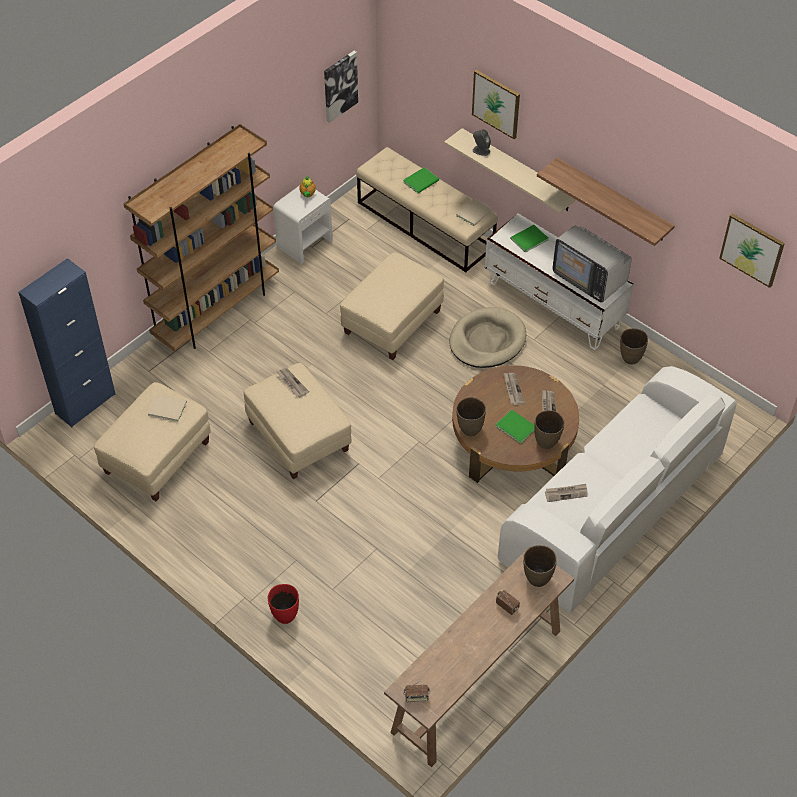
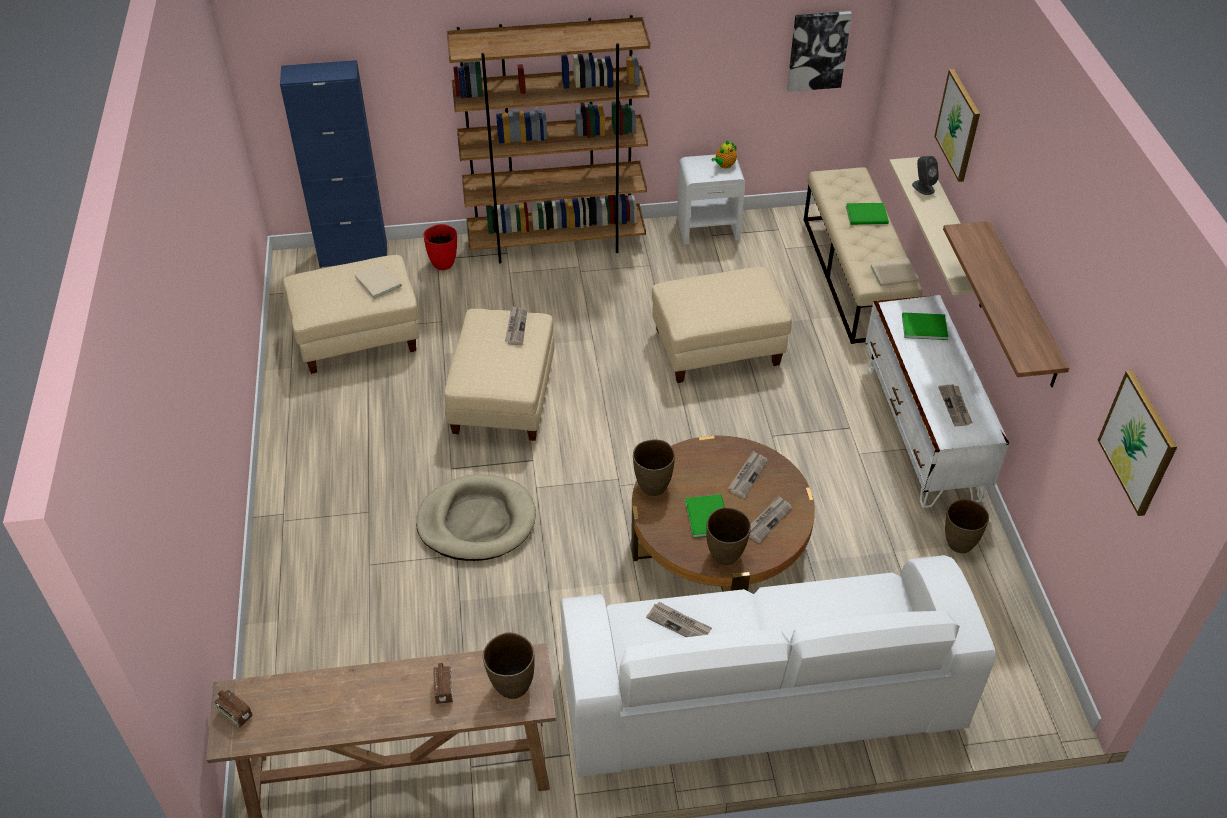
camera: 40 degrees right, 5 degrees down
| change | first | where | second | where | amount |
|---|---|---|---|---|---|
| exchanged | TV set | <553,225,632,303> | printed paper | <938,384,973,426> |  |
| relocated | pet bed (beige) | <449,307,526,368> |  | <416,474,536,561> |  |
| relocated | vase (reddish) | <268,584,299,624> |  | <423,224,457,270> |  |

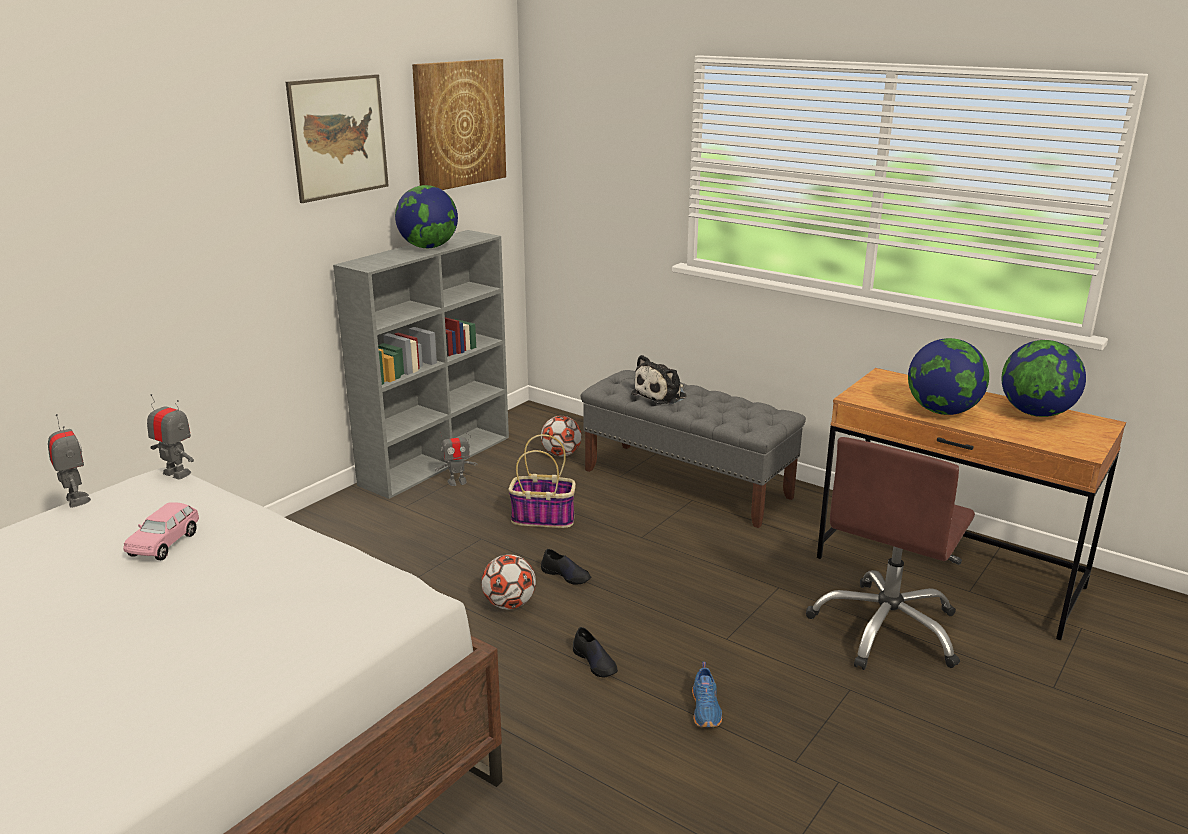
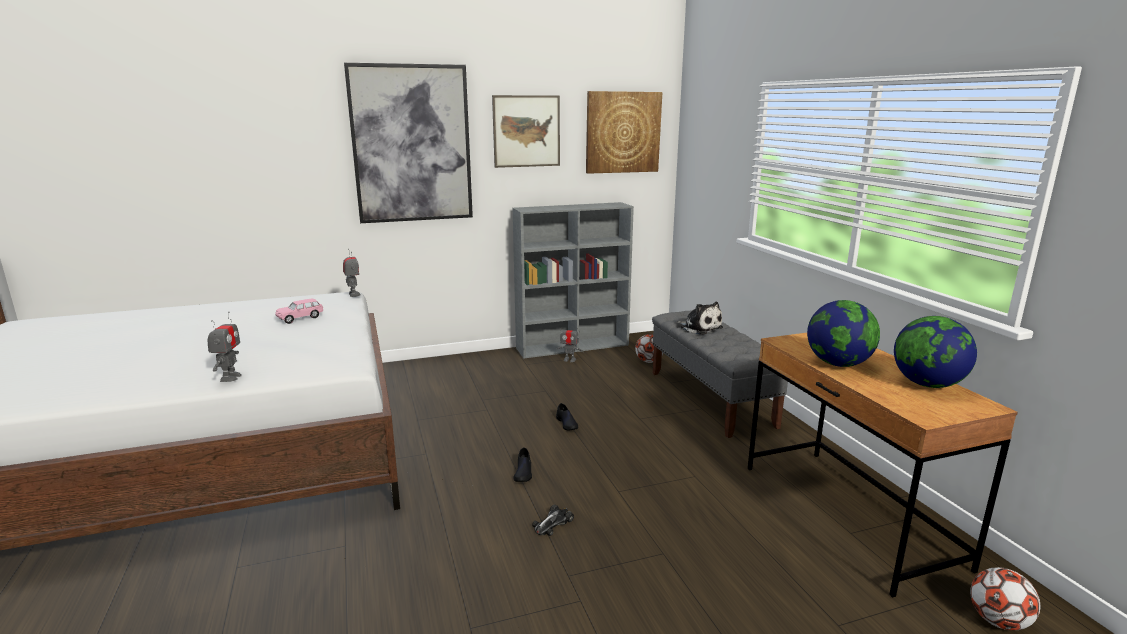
camera: 35 degrees right, 5 degrees down
| change | first | where | second | where | amount |
|---|---|---|---|---|---|
| missing | globe | <395,185,458,248> |  |  |  |
| spun | soft toy | <631,355,687,405> |  | <677,302,723,335> | 120 degrees counterclockwise |
| relocated | toy robot | <48,414,91,508> |  | <208,311,242,382> |  |
| missing | storage basket | <508,434,576,528> |  |  |  |
| missing | desk chair (brownish) | <806,437,975,670> |  |  |  |
| relocated | football ball | <481,554,536,609> |  | <970,567,1041,630> |  |
| exchanged | low shoe (blue-coloured) | <692,662,722,727> | model car | <532,505,574,536> |  |
| appeared |  |  | picture | <344,63,473,223> |  |

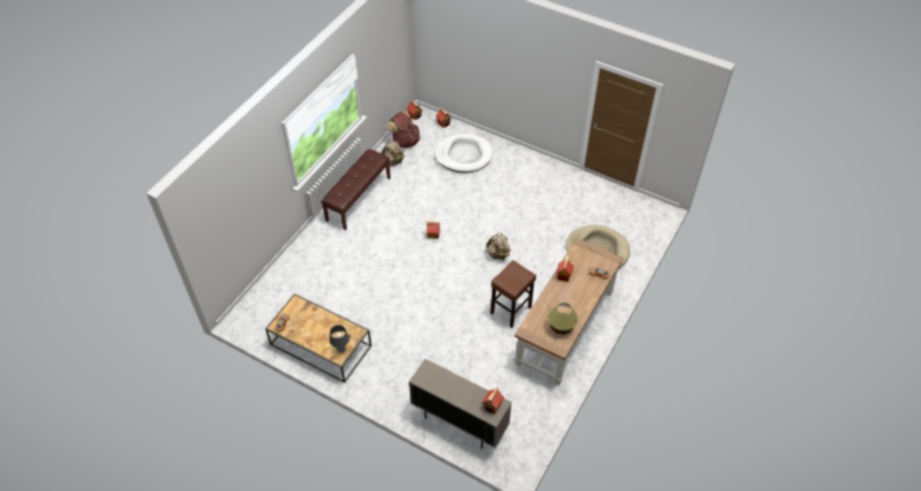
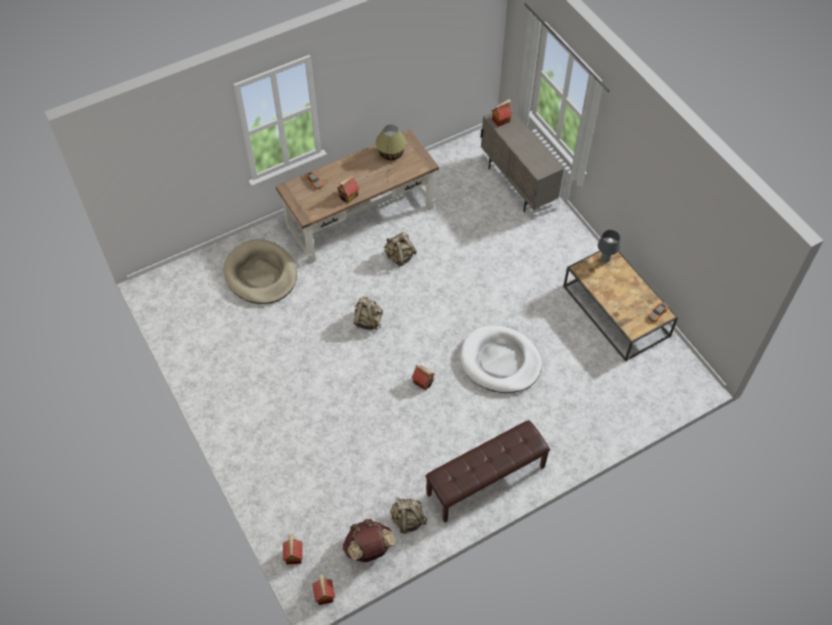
camera: 150 degrees left, 5 degrees up
| change | first | where | second | where | amount |
|---|---|---|---|---|---|
| relocated | pet bed (white) | <434,133,493,173> |  | <460,325,542,393> |  |
| exchanged | sitting stool (brownish) | <490,260,536,328> | backpack (beige) | <384,232,417,266> |  |

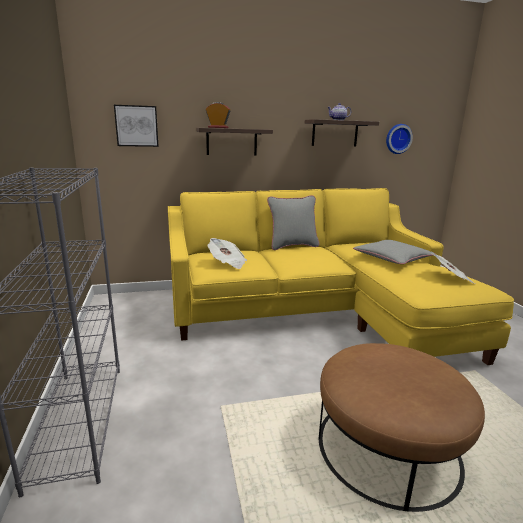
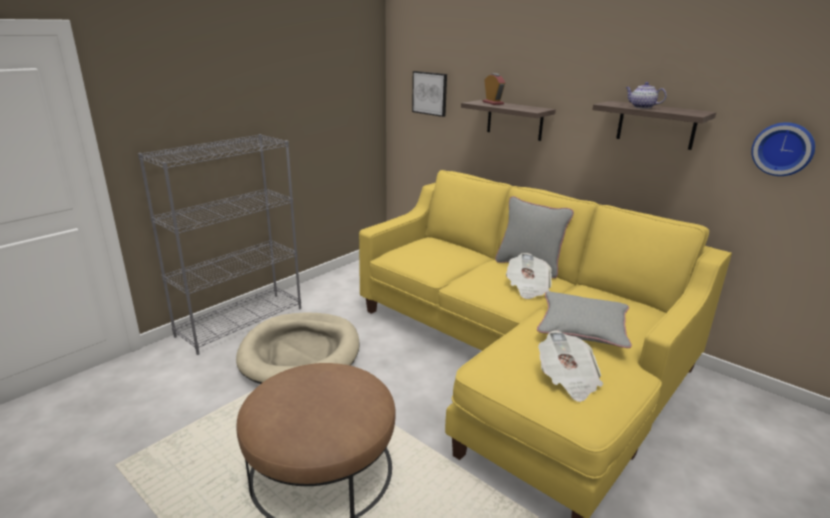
camera: 55 degrees right, 5 degrees up
| change | first | where | second | where | amount |
|---|---|---|---|---|---|
| relocated | printed paper | <207,238,247,269> |  | <506,253,552,299> |  |
| appeared |  |  | pet bed (beige) | <236,312,360,384> |  |

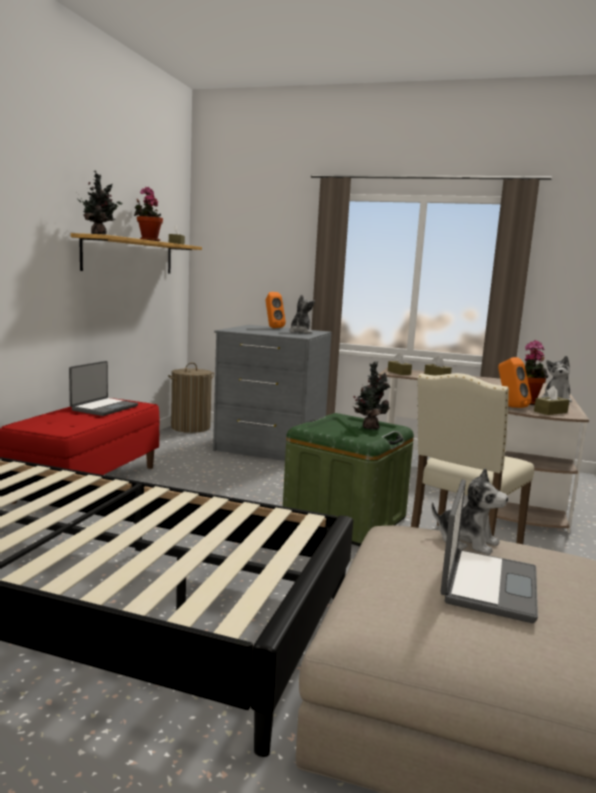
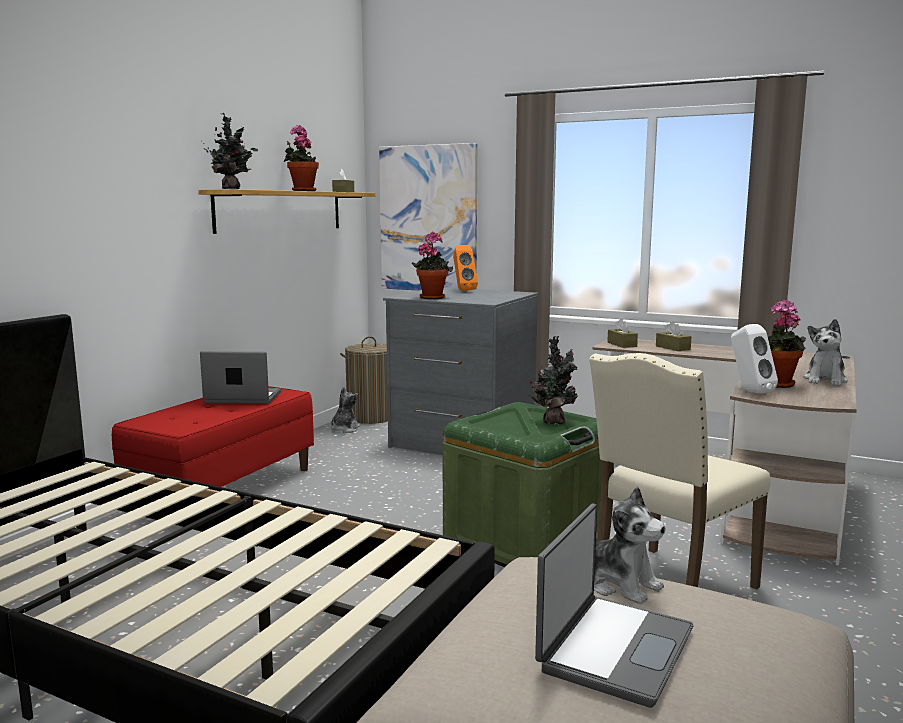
camera: 10 degrees right, 0 degrees up
| change | first | where | second | where | amount |
|---|---|---|---|---|---|
| relocated | soft toy | <289,294,315,333> |  | <330,387,360,433> |  |
| colour | loudspeaker (orange) | <498,357,532,408> | loudspeaker (white) | <731,324,778,393> |  |
| spun | notebook computer | <69,361,138,416> |  | <200,351,281,404> | 120 degrees counterclockwise |
| missing | tissue holder (brownish) | <534,386,569,415> |  |  |  |
| appeared |  |  | picture | <379,143,477,291> |  |
| appeared |  |  | potted plant | <412,232,453,299> |  |

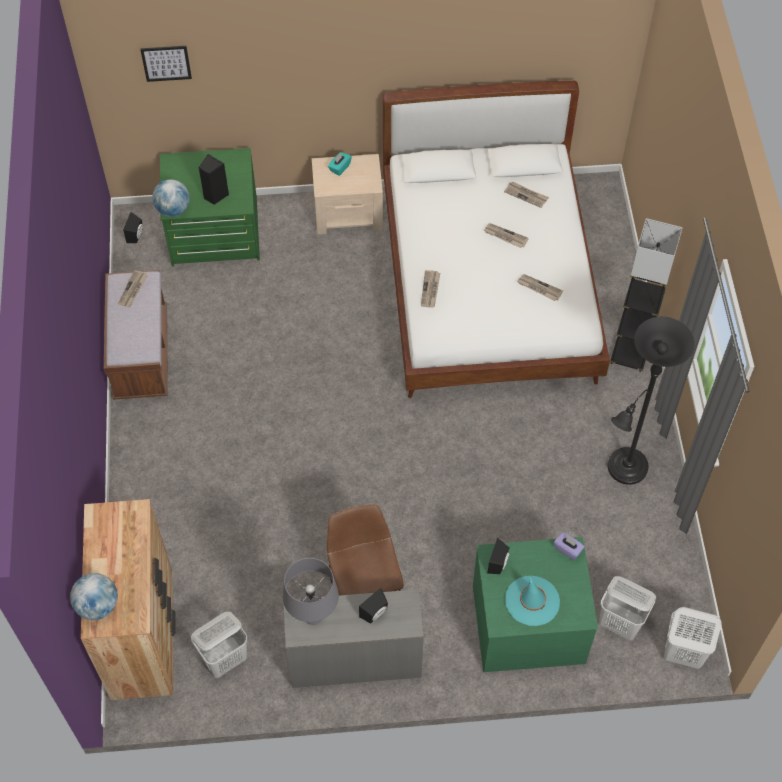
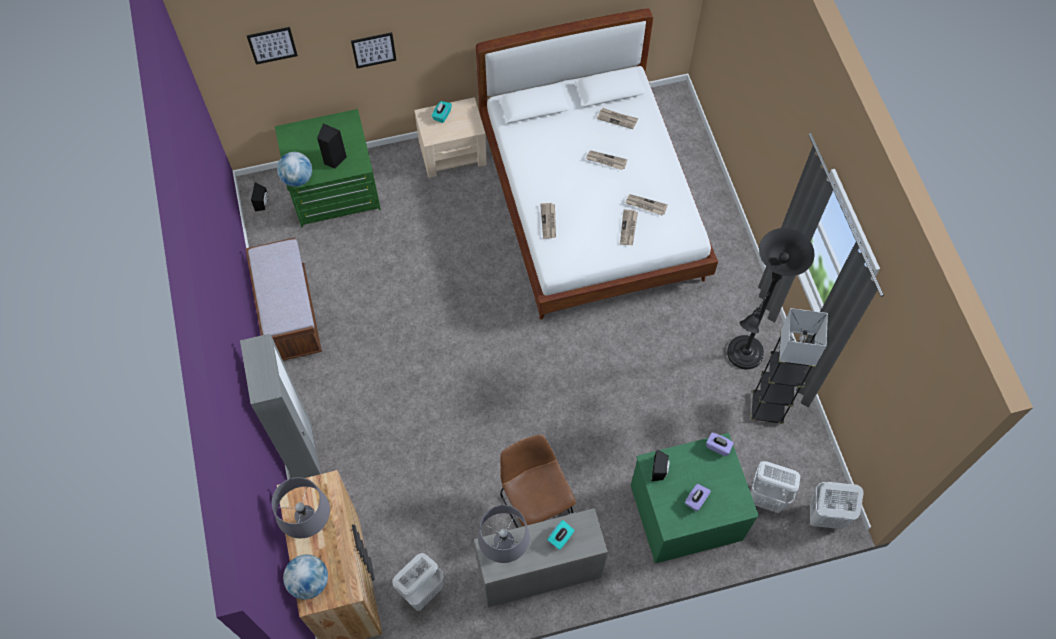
camera: 10 degrees left, 5 degrees up
| change | first | where | second | where | amount |
|---|---|---|---|---|---|
| relocated | standard lamp (black) | <610,218,683,372> |  | <751,308,828,424> |  |
| relocated | printed paper | <118,270,148,307> |  | <620,209,638,245> |  |
| exchanged | wearable hat (turquoise-coloured) | <505,576,560,626> | tissue holder (purple) | <685,484,711,511> |  |
| exchanged | loudspeaker (black) | <359,588,388,624> | tissue holder (turquoise-coloured) | <547,520,575,550> |  |
| appeared |  |  | picture | <351,32,397,69> |  |
| appeared |  |  | wardrobe (gray) | <240,334,321,478> |  |
| appeared |  |  | lamp for a table (gray) | <272,477,330,538> |  |

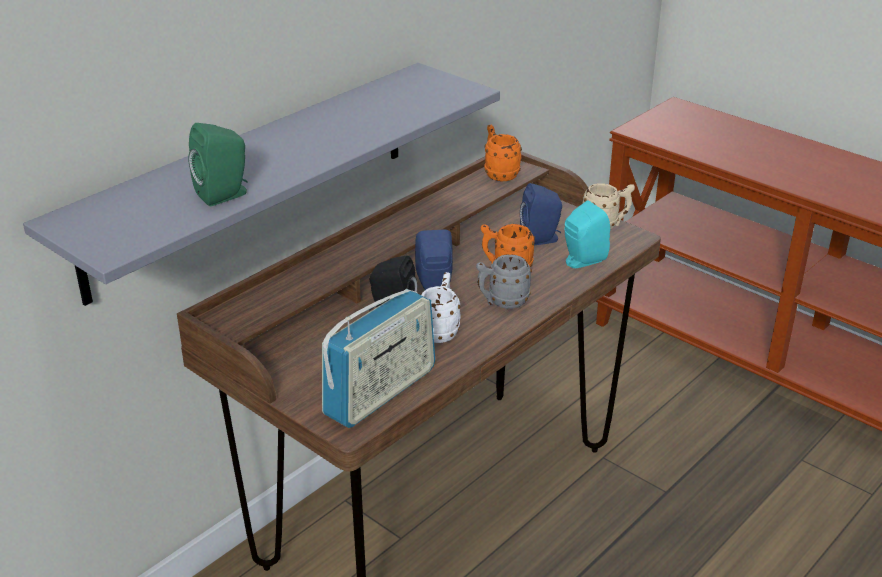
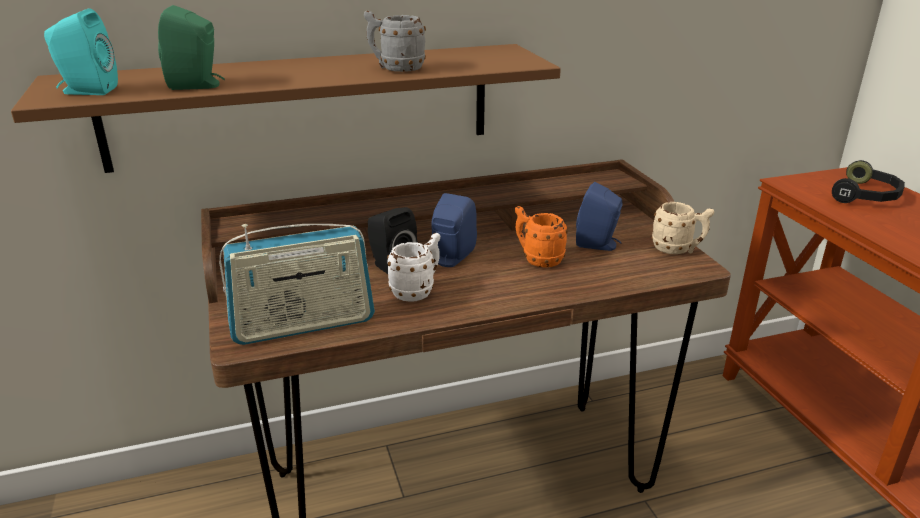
camera: 30 degrees right, 5 degrees down
| change | first | where | second | where | amount |
|---|---|---|---|---|---|
| colour | shelf (gray) | <23,63,500,306> | shelf (brownish) | <11,44,561,173> |  |
| missing | coffee mug (orange) | <484,125,522,181> |  |  |  |
| relocated | loudspeaker (turquoise-coloured) | <565,200,610,268> |  | <44,8,118,95> |  |
| relocated | coffee mug (gray) | <476,254,532,309> |  | <364,11,426,72> |  |
| appeared |  |  | headset (black) | <832,160,905,203> |  |

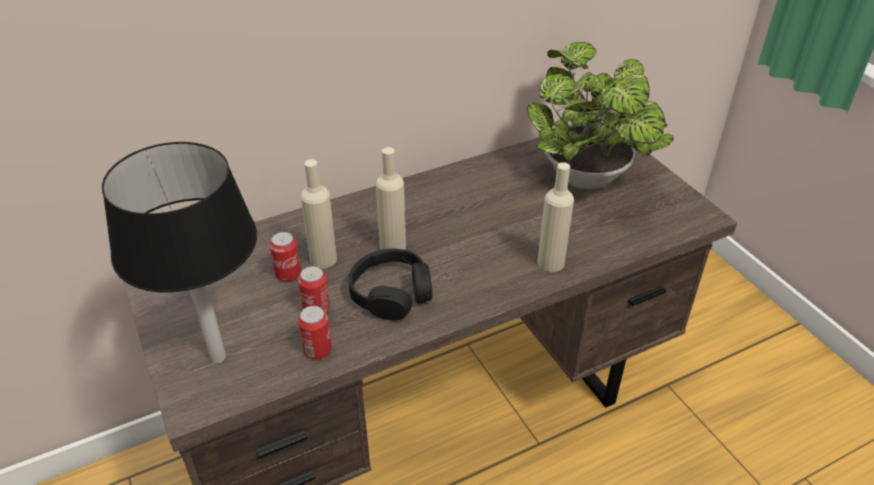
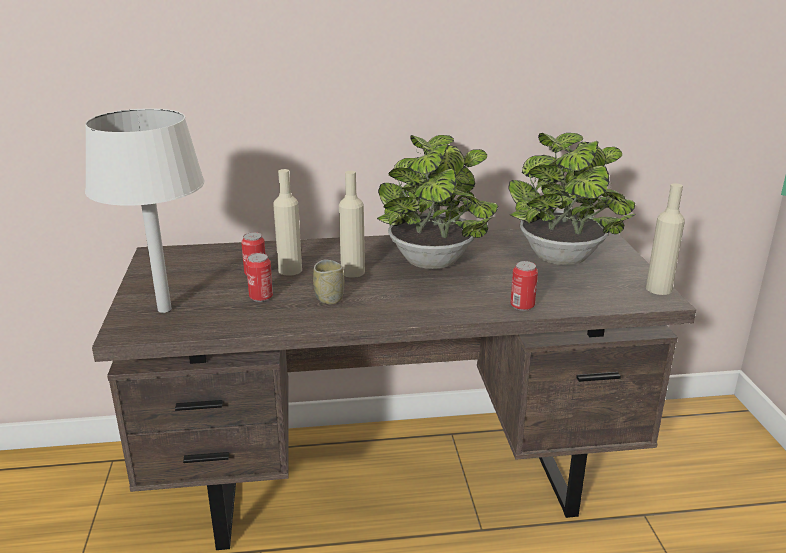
camera: 20 degrees right, 15 degrees down
| change | first | where | second | where | amount |
|---|---|---|---|---|---|
| colour | lamp for a table (black) | <102,142,257,363> | lamp for a table (white) | <85,109,205,313> |  |
| relocated | beverage bottle (beige) | <537,162,574,272> |  | <646,183,685,295> |  |
| exchanged | headset (black) | <349,249,432,321> | small cup | <313,260,344,304> |  |
| relocated | metal can | <298,306,332,359> |  | <510,261,538,311> |  |
| appeared |  |  | potted plant | <377,135,498,269> |  |

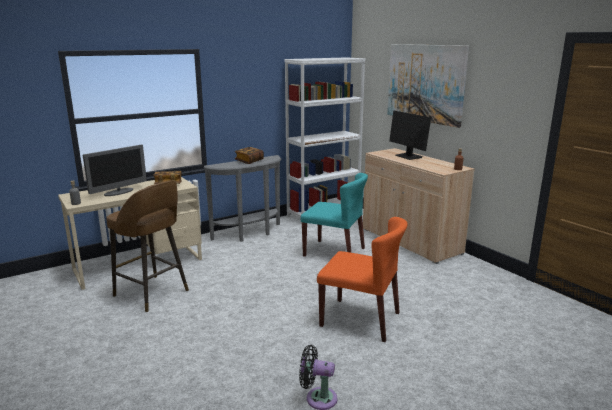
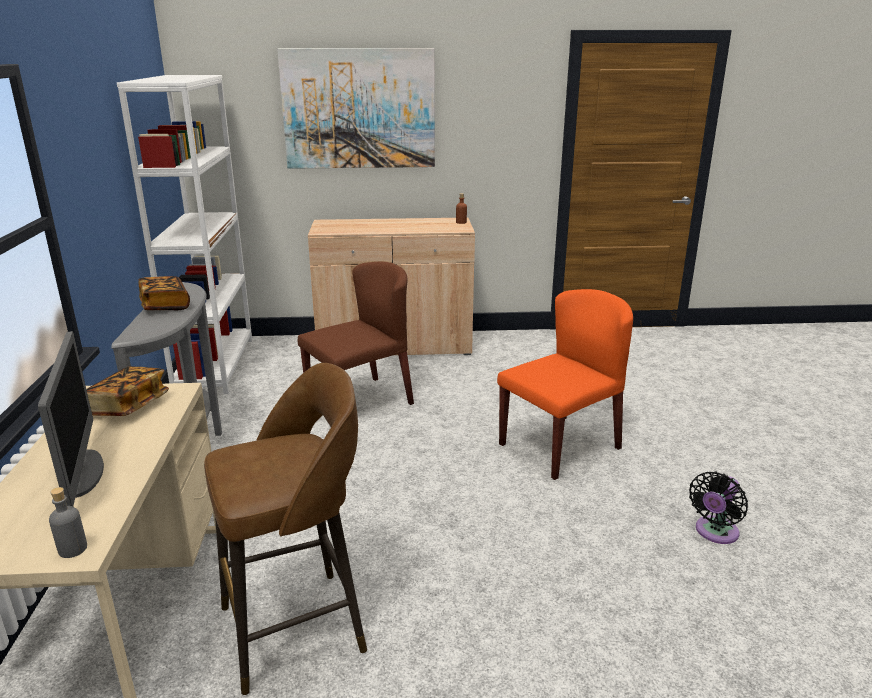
camera: 60 degrees left, 5 degrees up
| change | first | where | second | where | amount |
|---|---|---|---|---|---|
| missing | computer screen | <389,111,431,160> |  |  |  |
| colour | upright chair (turquoise-coloured) | <300,173,368,257> | upright chair (brownish) | <298,262,414,405> |  |

